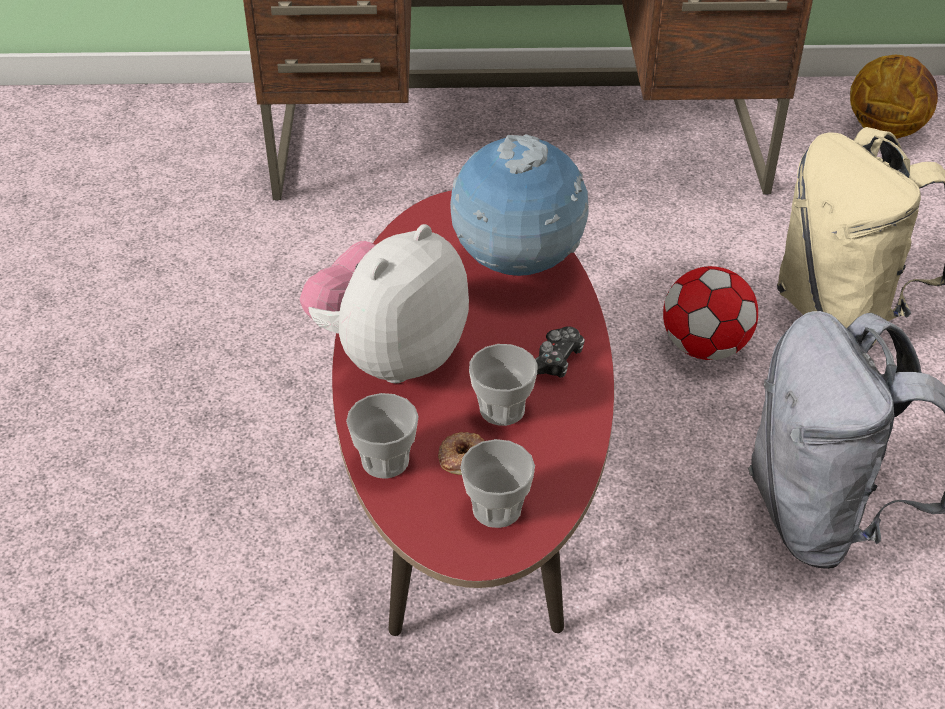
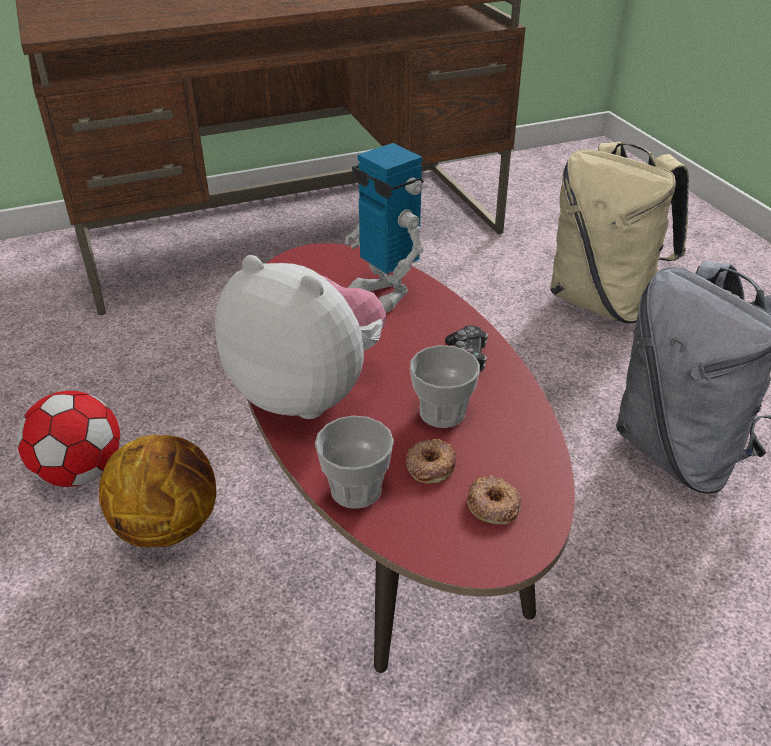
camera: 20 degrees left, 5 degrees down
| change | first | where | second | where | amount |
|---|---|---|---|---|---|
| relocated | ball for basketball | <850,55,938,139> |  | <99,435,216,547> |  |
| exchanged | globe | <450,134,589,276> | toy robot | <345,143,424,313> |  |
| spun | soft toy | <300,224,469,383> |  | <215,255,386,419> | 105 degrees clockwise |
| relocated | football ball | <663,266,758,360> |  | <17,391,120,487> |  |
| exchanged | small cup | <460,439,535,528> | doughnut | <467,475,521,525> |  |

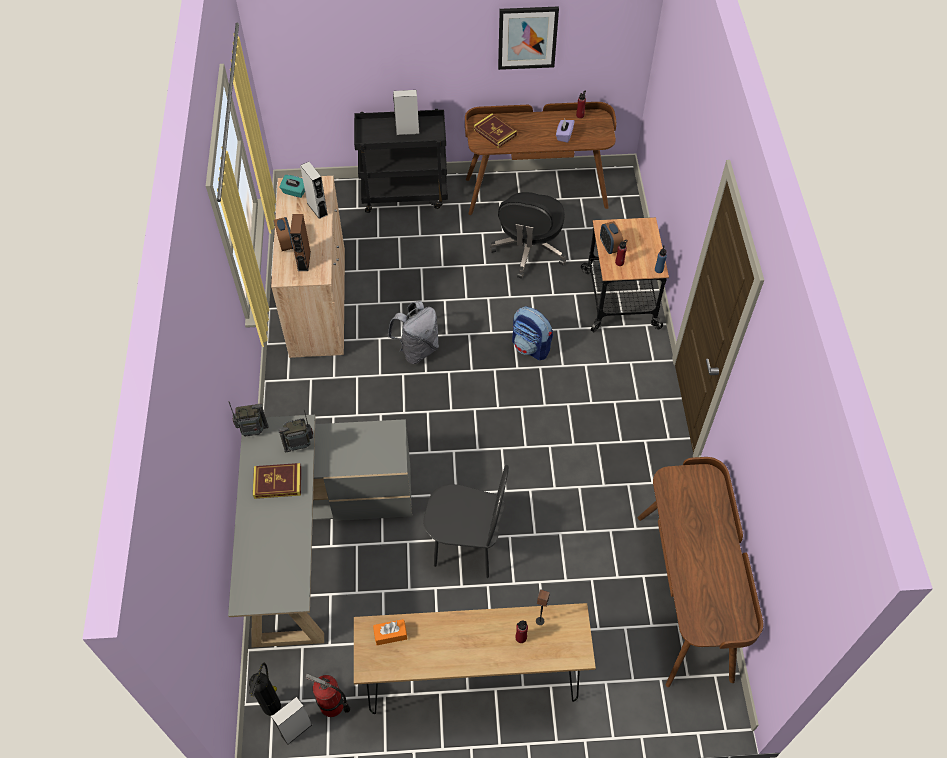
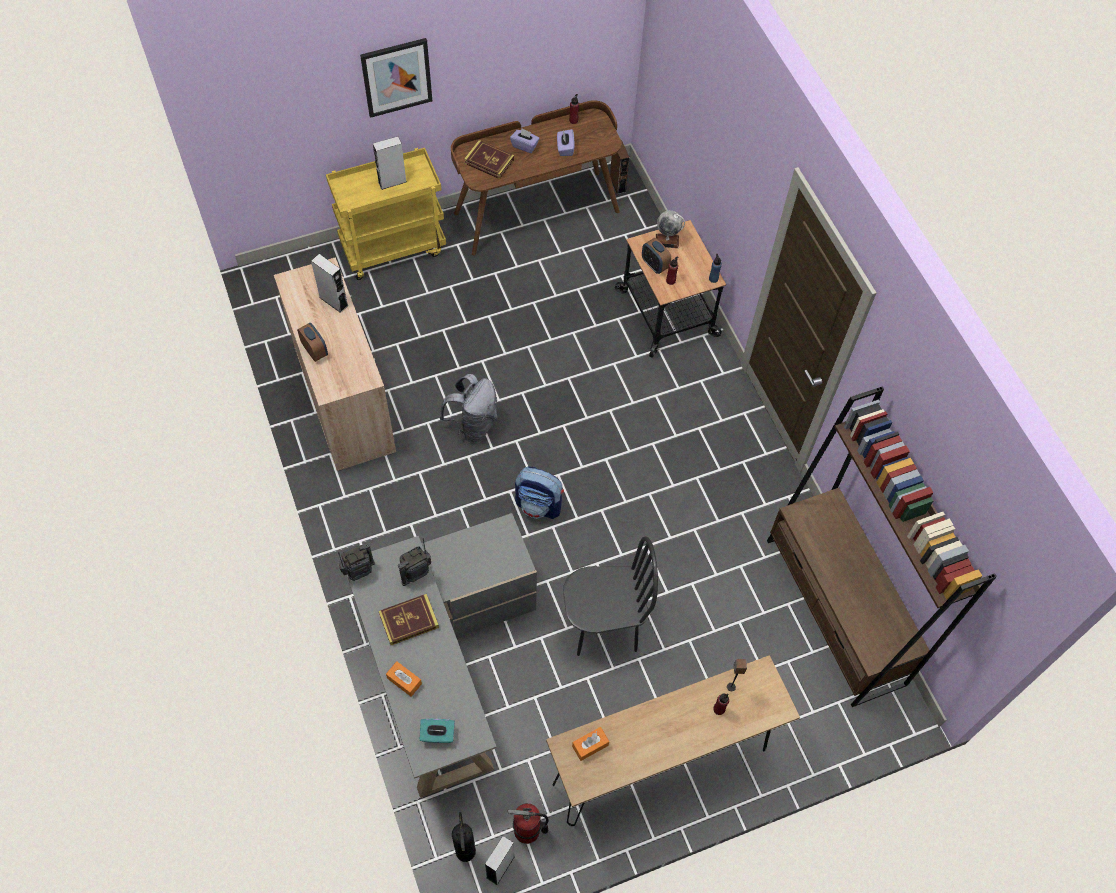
camera: 20 degrees left, 5 degrees up
| change | first | where | second | where | amount |
|---|---|---|---|---|---|
| relocated | picture | <498,6,559,70> |  | <360,38,432,118> |  |
| colour | wheeled cart (black) | <354,109,448,213> | wheeled cart (yellowish) | <326,148,446,280> |  |
| relocated | tissue holder (turquoise-coloured) | <279,175,305,198> |  | <420,719,455,743> |  |
| missing | desk chair (black) | <490,192,566,279> |  |  |  |
| relocated | loudspeaker (brownish) | <290,214,311,271> |  | <610,140,630,194> |  |
| relocated | backpack | <512,306,553,360> |  | <515,466,564,519> |  |
| exchanged | desk unit (brownish) | <638,457,763,687> | bookcase (brownish) | <767,387,997,707> |  |
| appeared |  |  | tissue holder (purple) | <510,128,540,153> |  |
| appeared |  |  | globe | <656,210,685,248> |  |
| appeared |  |  | tissue holder (orange) | <386,661,422,697> |  |

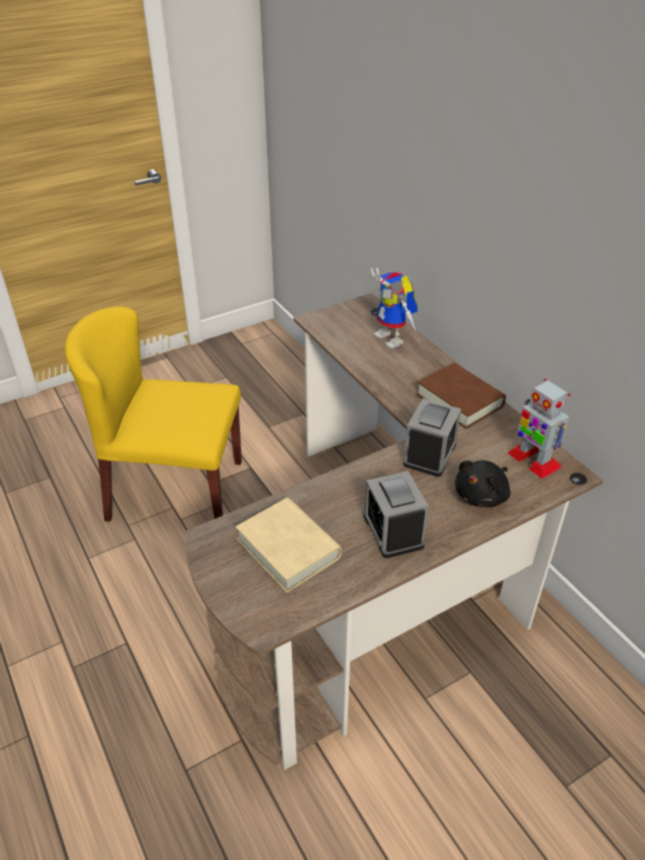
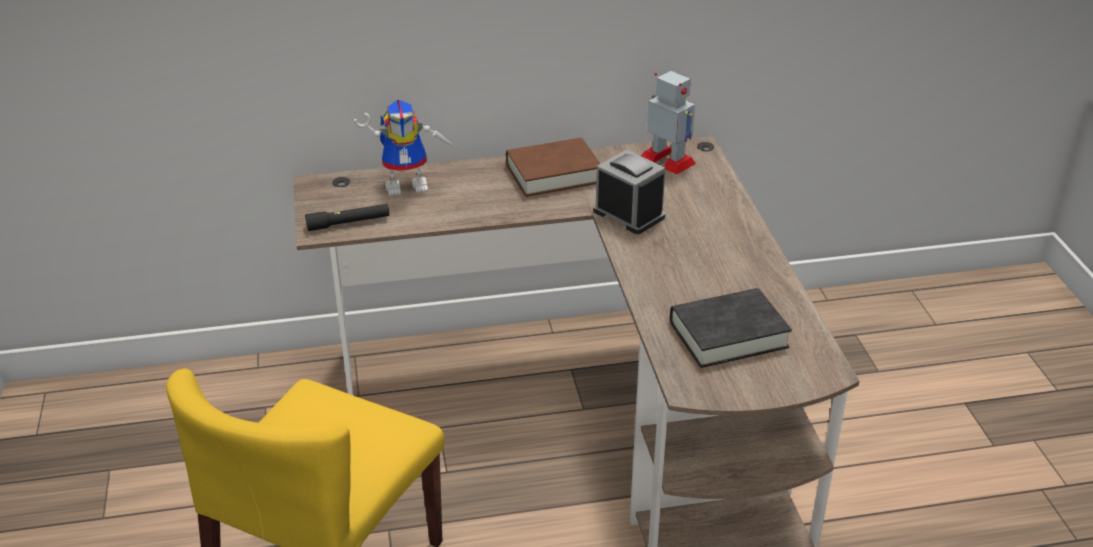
camera: 70 degrees left, 5 degrees down
| change | first | where | second | where | amount |
|---|---|---|---|---|---|
| spun | toy robot | <508,378,571,479> |  | <641,71,696,174> | 120 degrees counterclockwise |
| missing | soft toy (black) | <455,460,511,507> |  |  |  |
| missing | bedside clock | <364,471,428,558> |  |  |  |
| colour | bound book (beige) | <236,498,342,593> | bound book (black) | <670,288,792,368> |  |
| appeared |  |  | hand torch (black) | <305,204,389,231> |  |

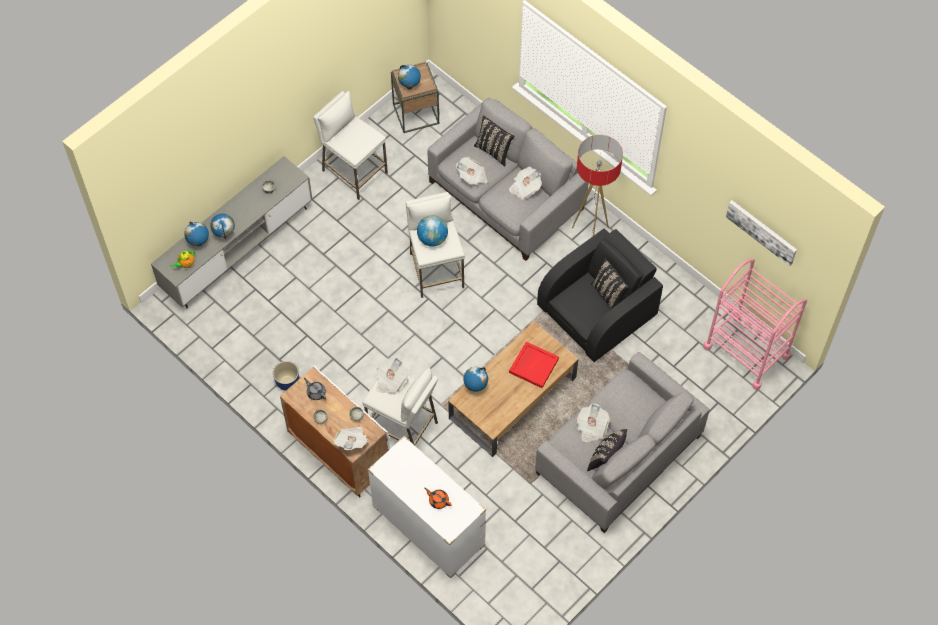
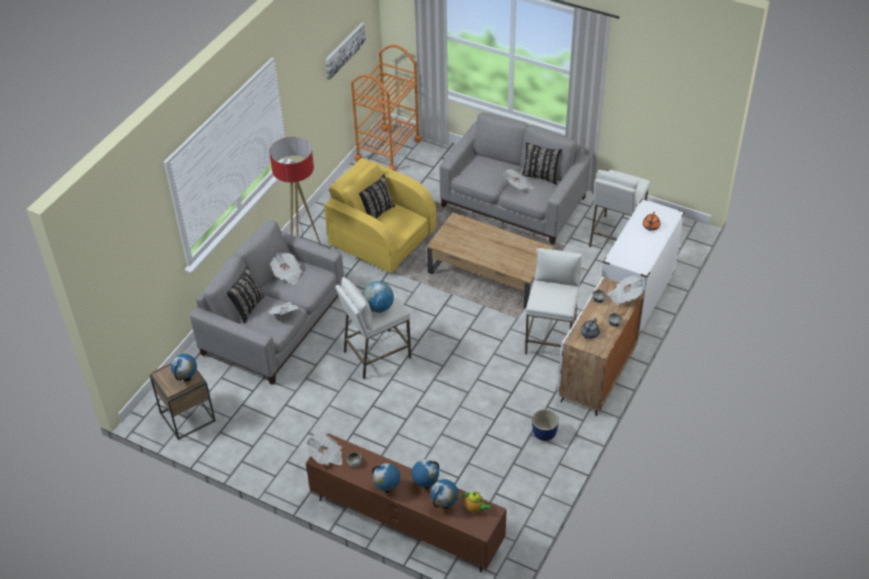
camera: 105 degrees left, 15 degrees down
| change | first | where | second | where | amount |
|---|---|---|---|---|---|
| relocated | sitting stool (white) | <313,91,388,200> |  | <589,170,650,247> |  |
| colour | media console (gray) | <151,156,313,309> | media console (brownish) | <306,433,507,572> |  |
| colour | armchair (black) | <537,228,663,362> | armchair (yellowish) | <324,158,437,273> |  |
| colour | wheeled cart (pink) | <703,259,807,390> | wheeled cart (orange) | <351,45,422,171> |  |
| missing | tray (reddish) | <509,342,559,388> |  |  |  |
| relocated | printed paper | <376,358,408,395> |  | <306,433,342,466> |  |
| relocated | globe | <463,367,488,392> |  | <372,463,400,493> |  |

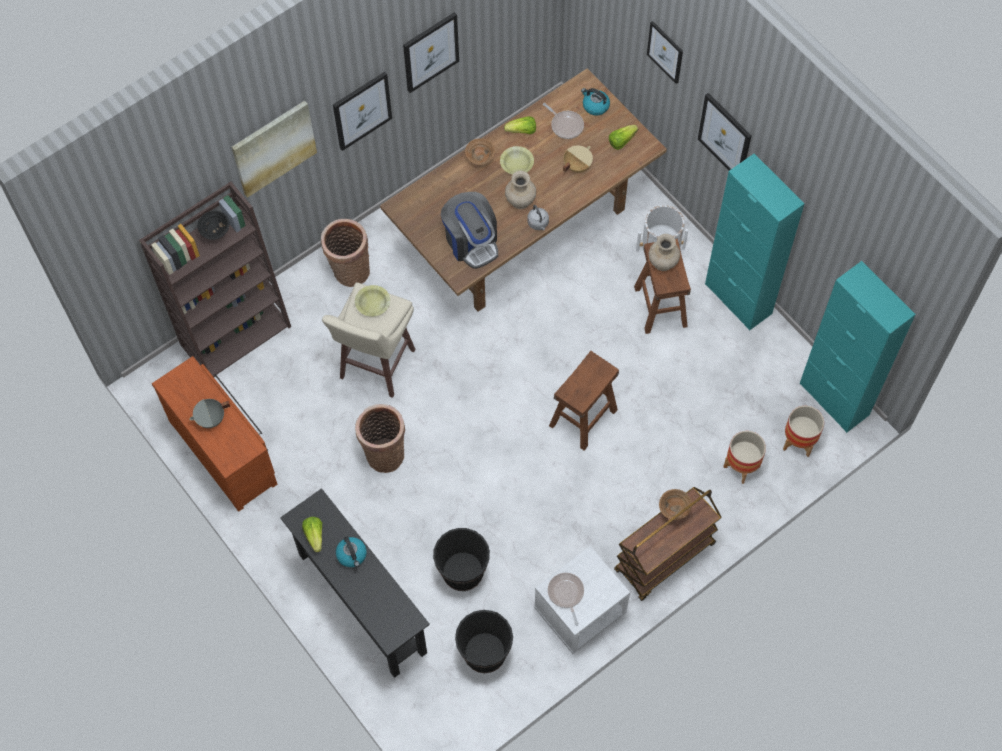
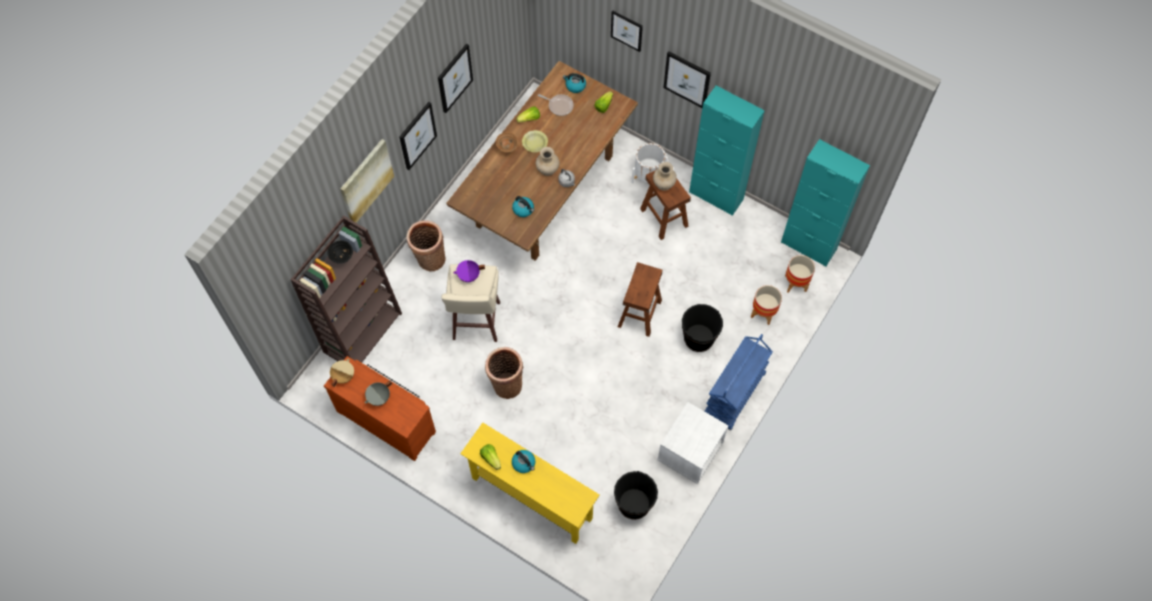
camera: 20 degrees left, 0 degrees up
| change | first | where | second | where | amount |
|---|---|---|---|---|---|
| relocated | cooking pot (beige) | <563,146,593,173> |  | <330,358,354,387> |  |
| exchanged | coffee maker | <441,192,498,269> | water kettle | <512,196,534,217> |  |
| exchanged | serving bowl (yellowish) | <355,285,390,317> | cooking pot (purple) | <453,260,485,282> |  |
| colour | wheeled cart (brownish) | <614,487,722,601> | wheeled cart (blue-coloured) | <705,334,773,430> |  |
| colour | hall table (black) | <280,488,430,678> | hall table (yellowish) | <460,423,600,544> |  |
| missing | serving bowl (brownish) | <659,489,692,520> |  |  |  |
| relocated | pail (black) | <433,528,490,591> |  | <682,304,723,352> |  |
| missing | frying pan | <548,573,584,626> |  |  |  |

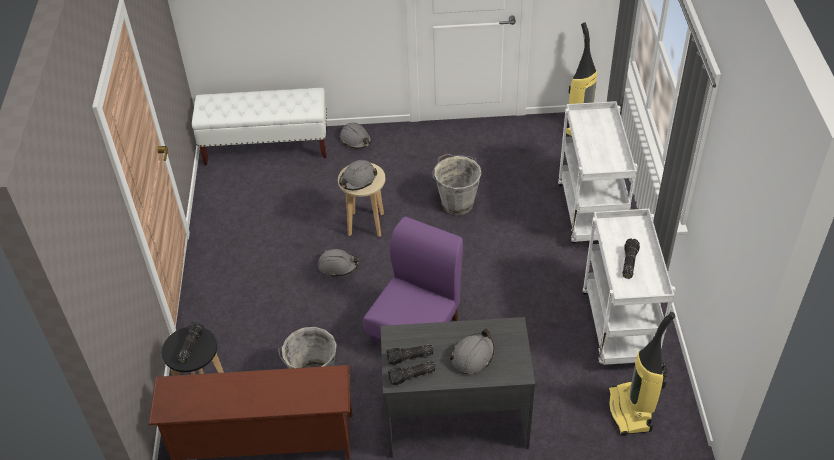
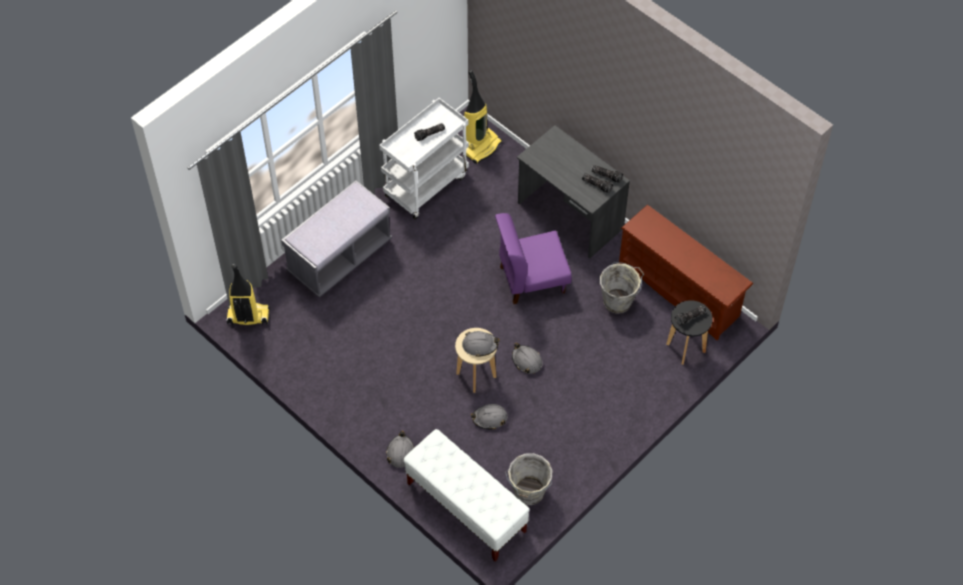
camera: 135 degrees left, 10 degrees up
| change | first | where | second | where | amount |
|---|---|---|---|---|---|
| exchanged | wheeled cart (white) | <558,101,638,243> | bench (gray) | <281,180,392,298> |  |
| relocated | pail (gray) | <432,154,482,215> |  | <505,453,552,505> |  |
| relocated | hard hat (gray) | <450,329,495,374> |  | <471,404,507,430> |  |

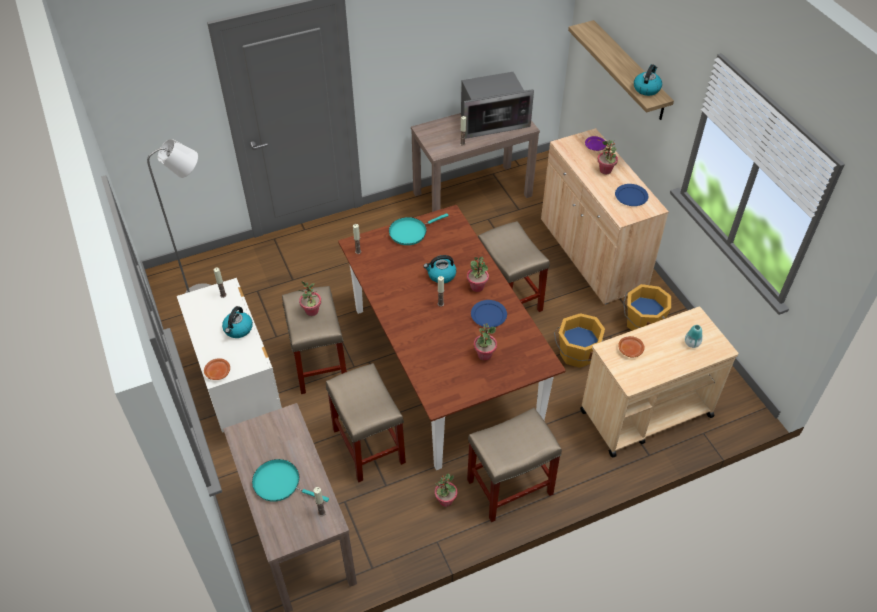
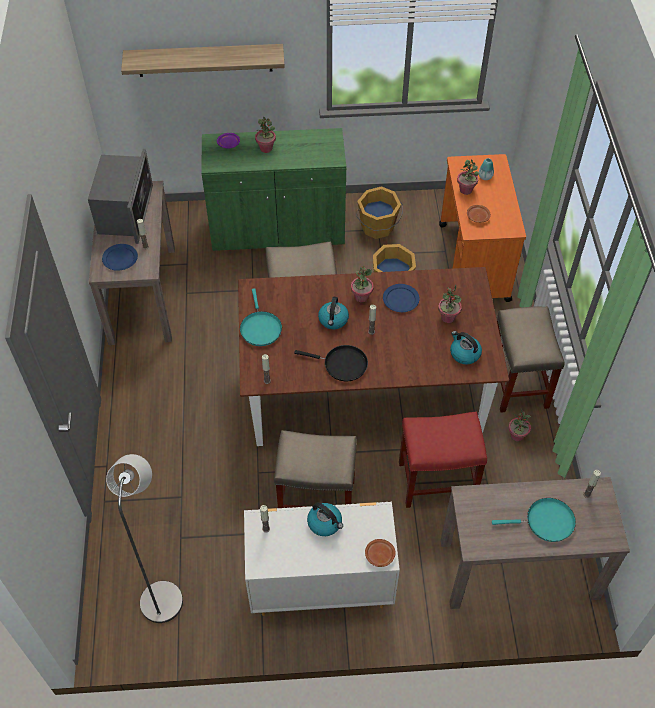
camera: 70 degrees left, 5 degrees up
| change | first | where | second | where | amount |
|---|---|---|---|---|---|
| relocated | water kettle | <634,64,662,96> |  | <450,331,482,364> |  |
| colour | cupboard (beige) | <541,128,669,305> | cupboard (greenish) | <201,128,346,251> |  |
| relocated | flat dish (blue-coloured) | <615,184,648,206> |  | <102,244,138,271> |  |
| relocated | potted plant | <298,281,321,316> |  | <457,159,479,195> |  |
| colour | wheeled cart (beige) | <580,307,738,458> | wheeled cart (orange) | <439,154,526,302> |  |
| colour | sitting stool (beige) | <326,363,406,482> | sitting stool (reddish) | <399,412,487,508> |  |
| spun | frying pan (turquoise-coloured) | <252,459,329,502> |  | <492,498,576,542> | 135 degrees counterclockwise |
| appeared |  |  | frying pan (black) | <294,345,368,381> |  |

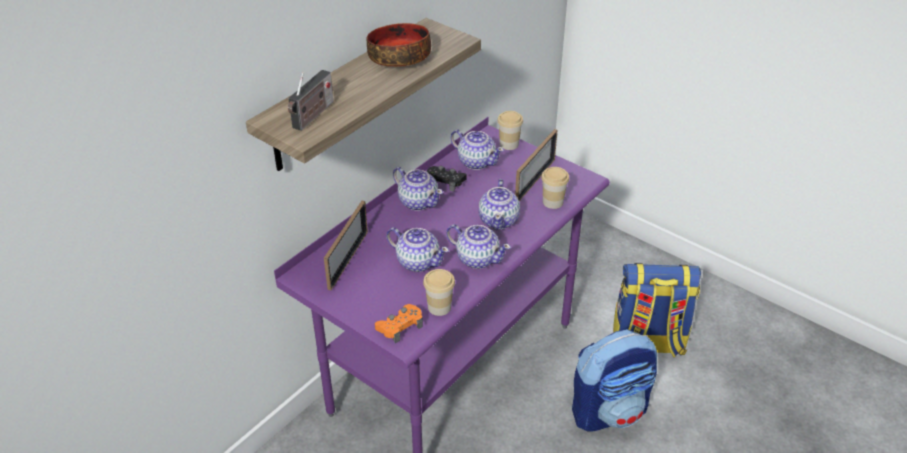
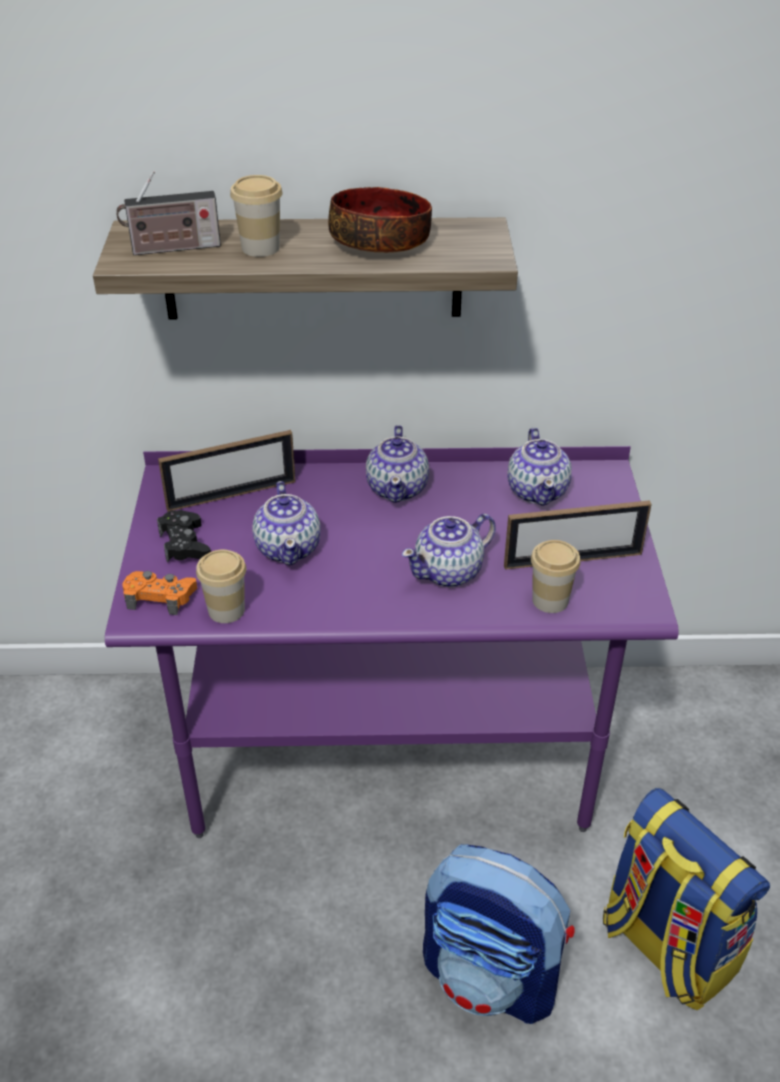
camera: 50 degrees right, 0 degrees up
| change | first | where | second | where | amount |
|---|---|---|---|---|---|
| relocated | small cup | <497,111,523,150> |  | <230,175,283,257> |  |
| relocated | joypad (black) | <427,166,467,192> |  | <157,510,211,563> |  |
| missing | pot for tea | <446,224,511,269> |  |  |  |

